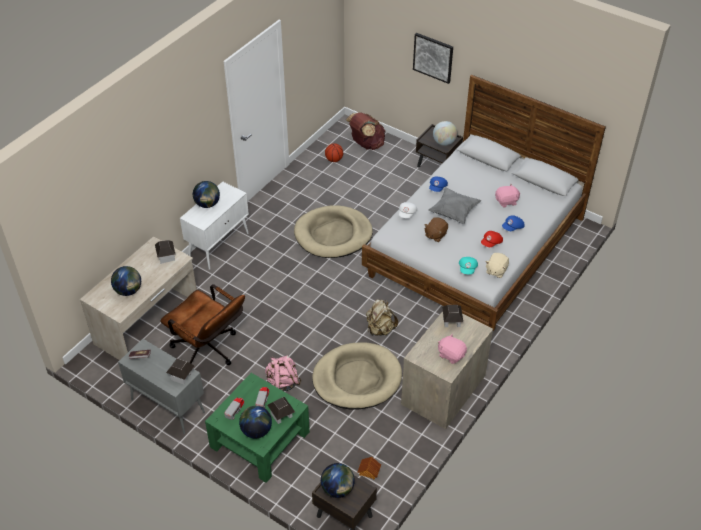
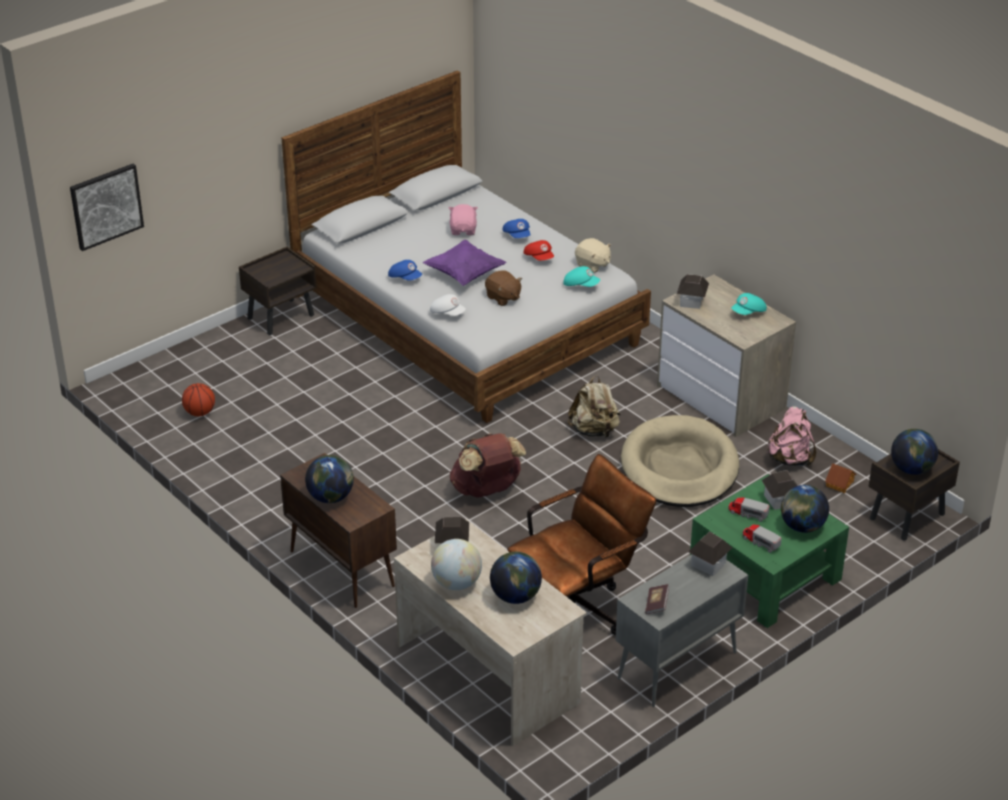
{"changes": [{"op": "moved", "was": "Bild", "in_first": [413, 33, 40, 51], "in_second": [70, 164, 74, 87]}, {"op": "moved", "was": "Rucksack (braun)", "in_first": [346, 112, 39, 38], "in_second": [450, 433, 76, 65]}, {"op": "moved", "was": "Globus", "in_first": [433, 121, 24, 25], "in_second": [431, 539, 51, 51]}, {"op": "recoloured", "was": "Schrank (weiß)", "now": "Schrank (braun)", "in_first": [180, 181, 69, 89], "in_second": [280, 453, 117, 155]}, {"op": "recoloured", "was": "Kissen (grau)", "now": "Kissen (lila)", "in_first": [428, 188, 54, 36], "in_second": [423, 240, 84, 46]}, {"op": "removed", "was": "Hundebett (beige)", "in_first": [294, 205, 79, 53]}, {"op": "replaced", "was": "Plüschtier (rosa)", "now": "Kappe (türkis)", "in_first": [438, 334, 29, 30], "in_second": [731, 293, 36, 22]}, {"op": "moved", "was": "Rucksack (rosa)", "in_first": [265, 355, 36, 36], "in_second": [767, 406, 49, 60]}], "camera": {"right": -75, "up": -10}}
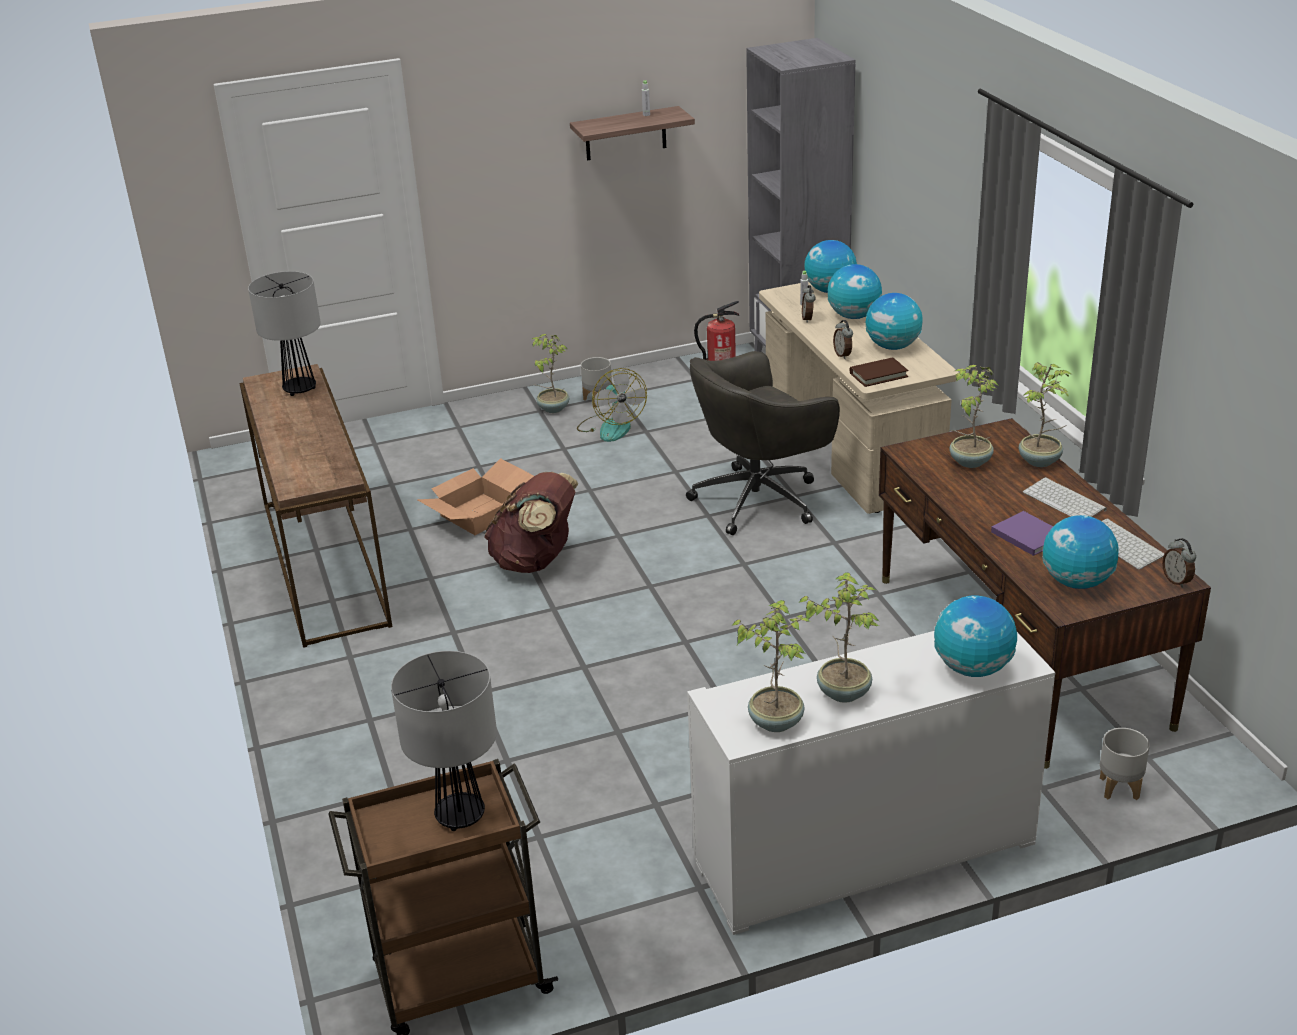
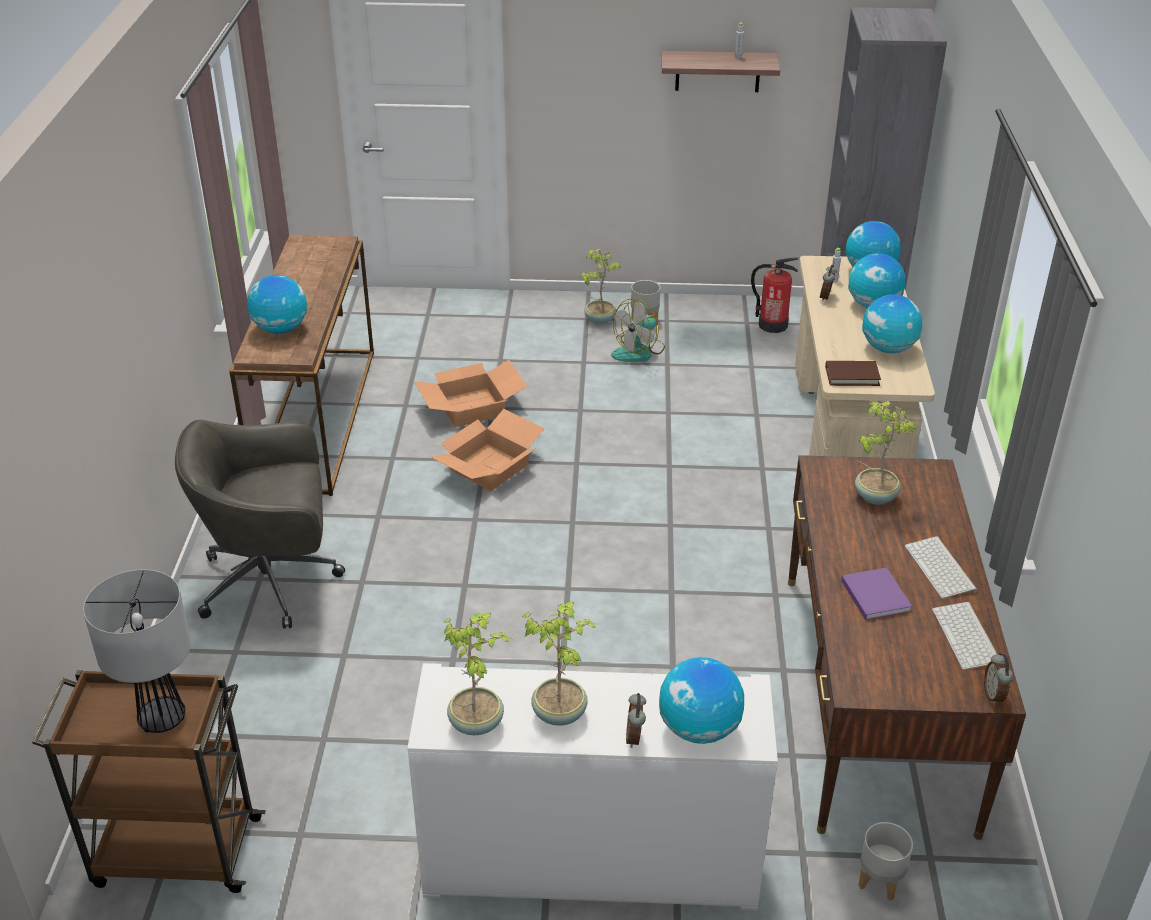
{"changes": [{"op": "removed", "was": "Tischlampe", "in_first": [248, 271, 73, 125]}, {"op": "moved", "was": "Wecker", "in_first": [833, 320, 20, 39], "in_second": [626, 693, 20, 55]}, {"op": "moved", "was": "Bürostuhl (grau)", "in_first": [686, 351, 154, 184], "in_second": [175, 420, 170, 209]}, {"op": "removed", "was": "Topfpflanze", "in_first": [1019, 362, 52, 105]}, {"op": "turned", "was": "Ventilator", "in_first": [577, 368, 70, 74], "in_second": [611, 298, 54, 64], "clockwise": 45}, {"op": "replaced", "was": "Rucksack (braun)", "now": "Karton", "in_first": [484, 472, 94, 101], "in_second": [432, 409, 112, 82]}, {"op": "moved", "was": "Globus", "in_first": [1042, 515, 77, 74], "in_second": [247, 275, 60, 59]}], "camera": {"right": 20, "up": 5}}
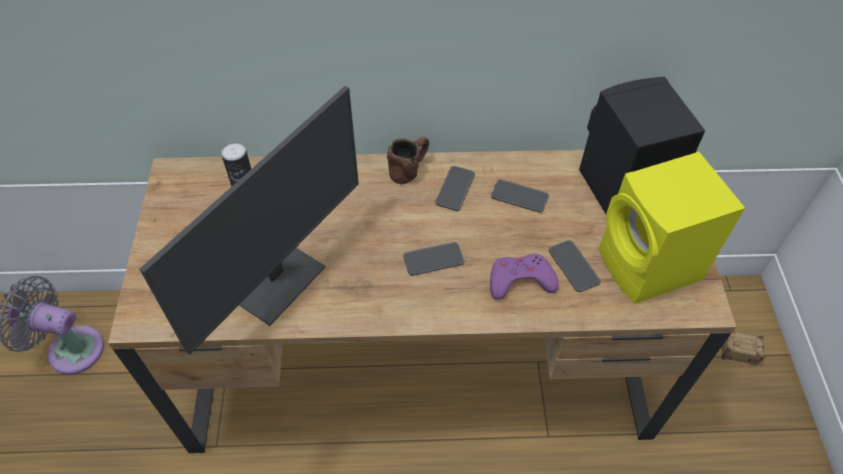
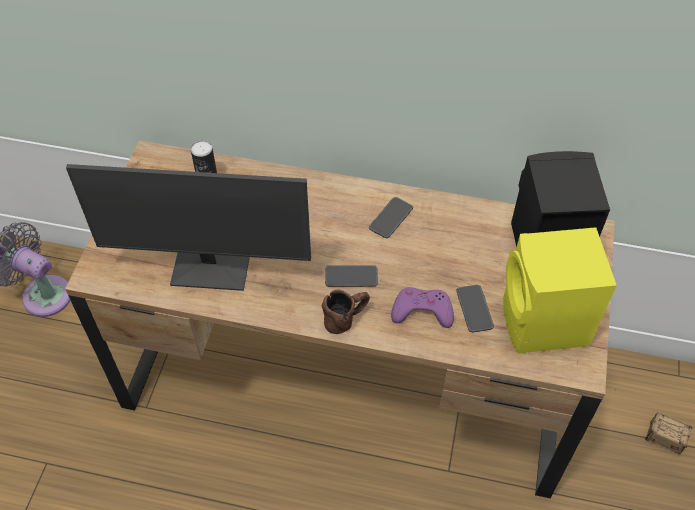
{"changes": [{"op": "turned", "was": "Monitor", "in_first": [140, 86, 219, 269], "in_second": [66, 164, 245, 127], "clockwise": 45}, {"op": "moved", "was": "Henkelbecher (braun)", "in_first": [387, 137, 42, 47], "in_second": [322, 290, 48, 44]}, {"op": "removed", "was": "Handy", "in_first": [491, 179, 58, 34]}], "camera": {"right": 15, "up": 0}}
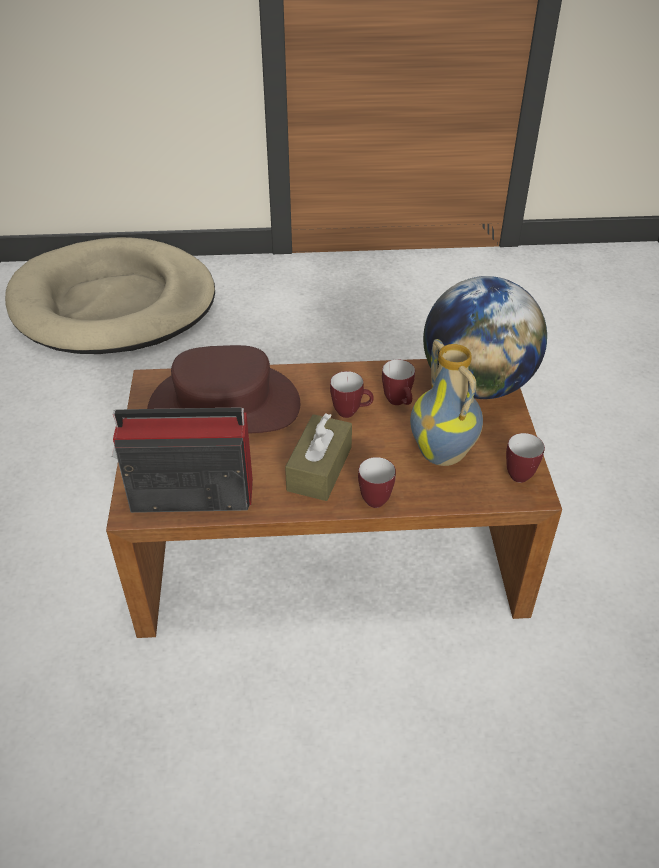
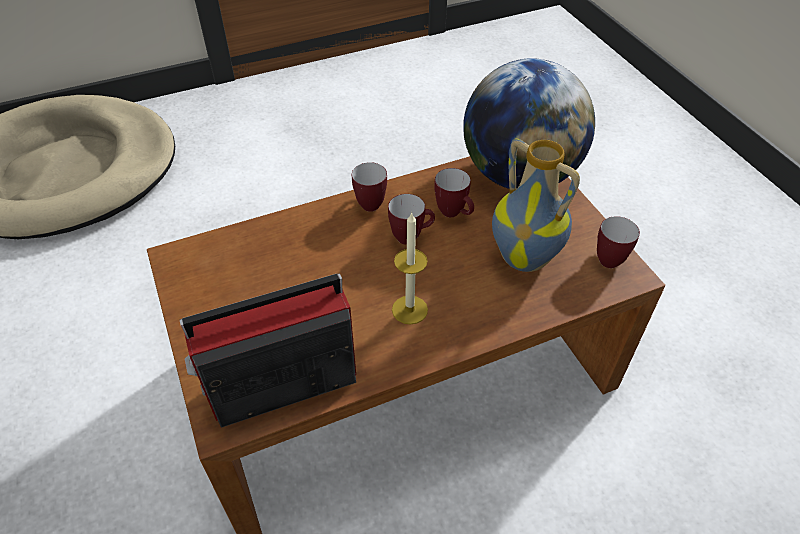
{"changes": [{"op": "removed", "was": "Hut (braun)", "in_first": [147, 345, 153, 89]}, {"op": "replaced", "was": "Taschentuchbox (braun)", "now": "Kerze", "in_first": [285, 413, 67, 88], "in_second": [392, 212, 36, 113]}, {"op": "moved", "was": "Henkelbecher", "in_first": [358, 457, 38, 51], "in_second": [352, 162, 35, 50]}], "camera": {"right": -20, "up": 5}}
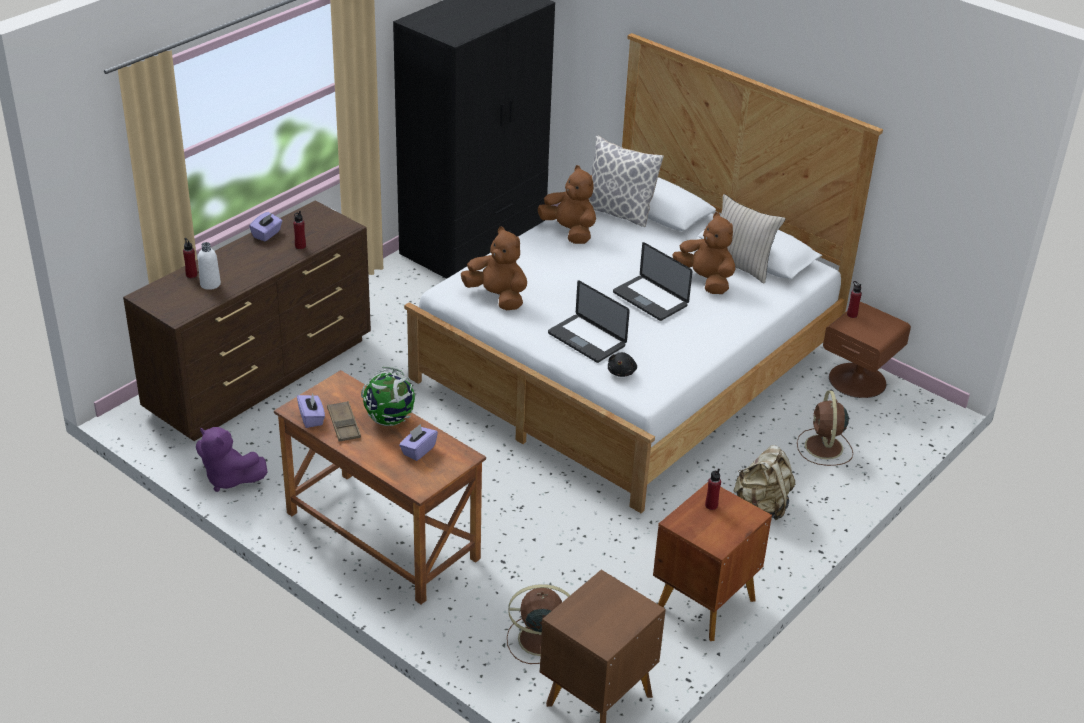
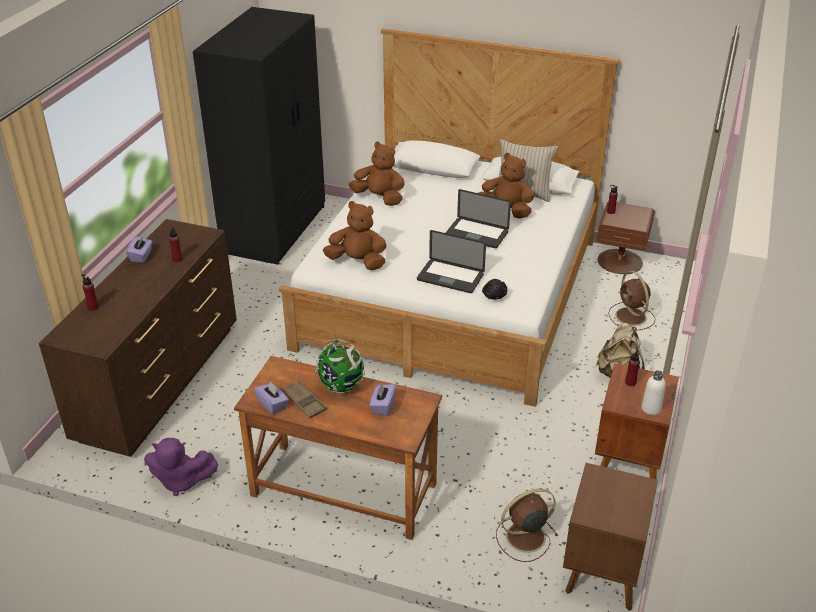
{"changes": [{"op": "removed", "was": "Kissen", "in_first": [589, 136, 75, 91]}, {"op": "moved", "was": "Flasche (weiß)", "in_first": [198, 242, 23, 48], "in_second": [641, 371, 25, 44]}], "camera": {"right": -20, "up": 0}}
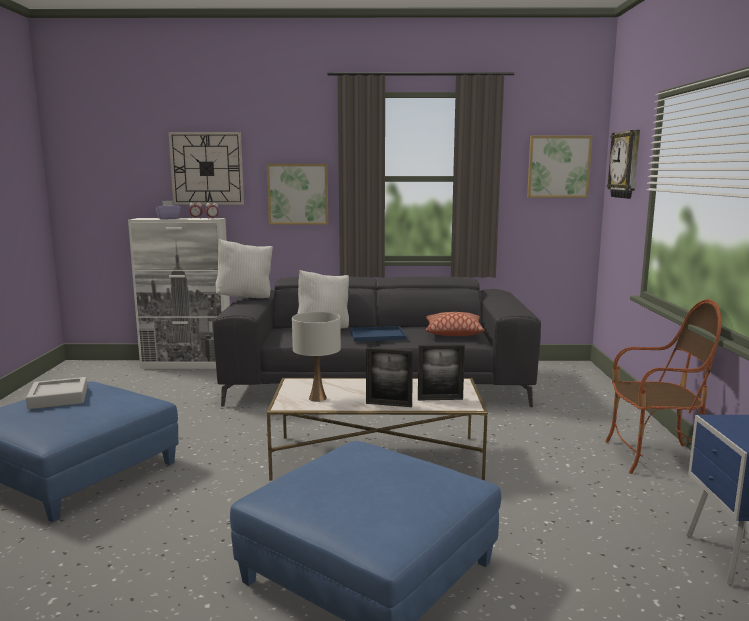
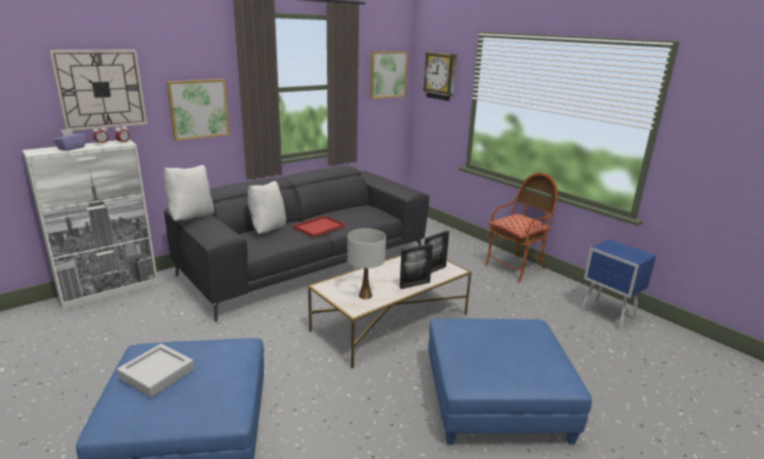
{"changes": [{"op": "moved", "was": "Kissen", "in_first": [426, 312, 59, 24], "in_second": [488, 214, 64, 25]}, {"op": "recoloured", "was": "Tablett (blau)", "now": "Tablett (rot)", "in_first": [350, 326, 57, 15], "in_second": [293, 216, 52, 22]}], "camera": {"right": -40, "up": 10}}
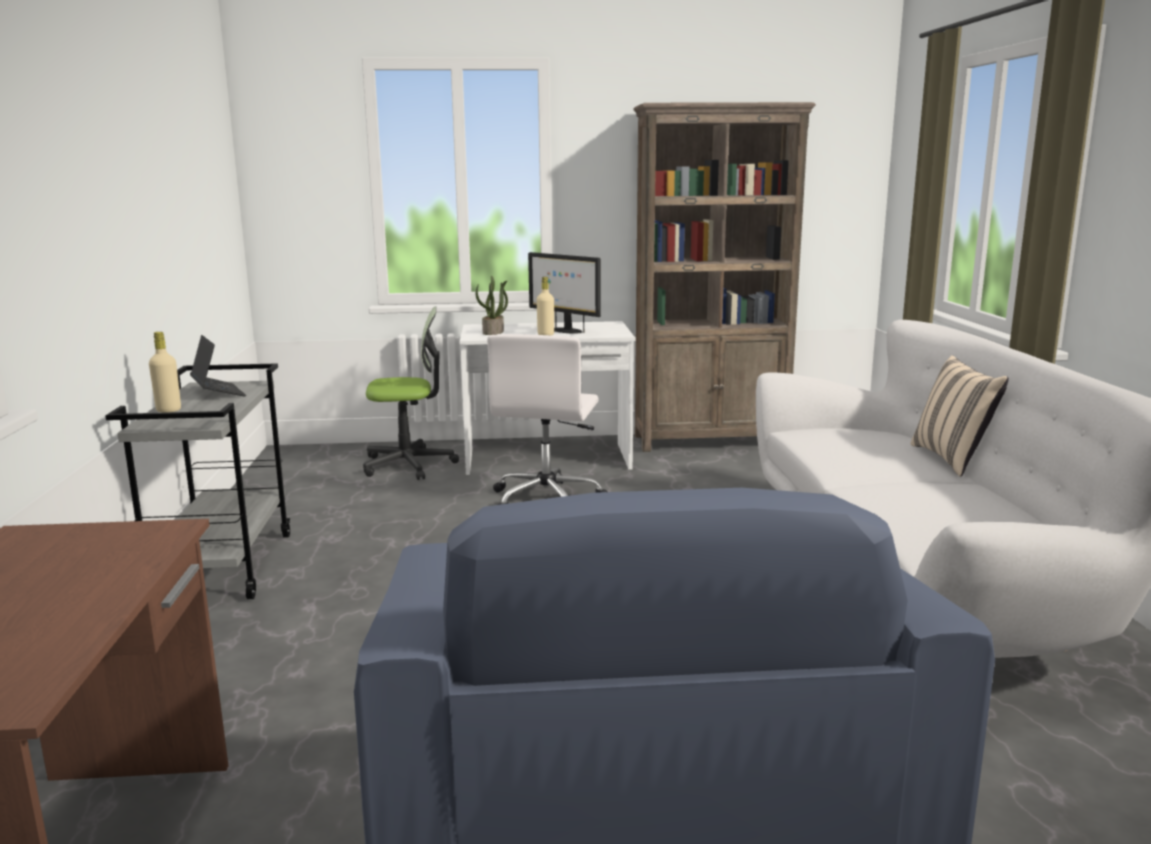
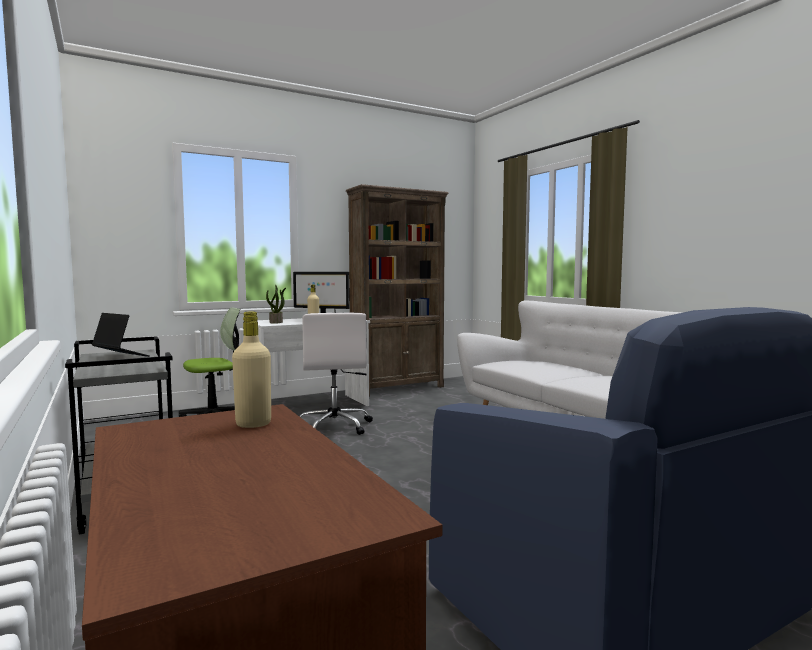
{"changes": [{"op": "moved", "was": "Flasche (beige)", "in_first": [149, 332, 32, 81], "in_second": [232, 312, 39, 116]}, {"op": "removed", "was": "Kissen (beige)", "in_first": [911, 355, 98, 122]}], "camera": {"right": -25, "up": -10}}
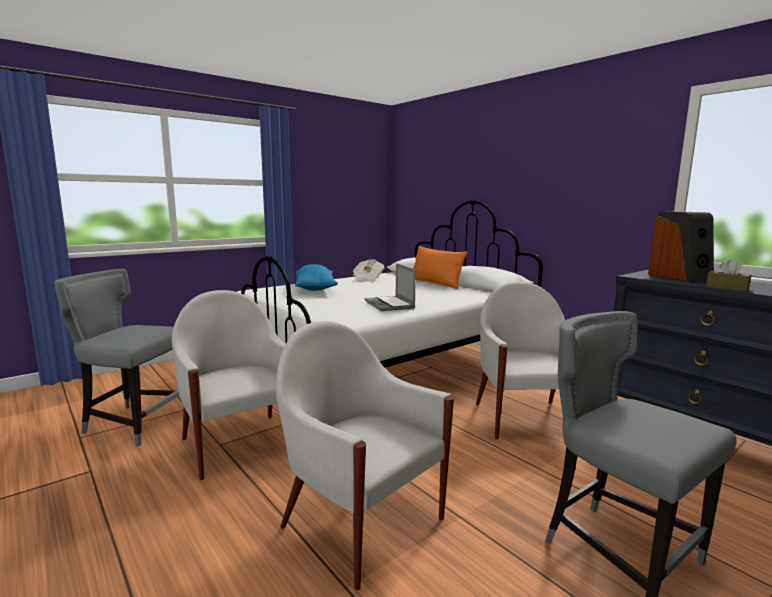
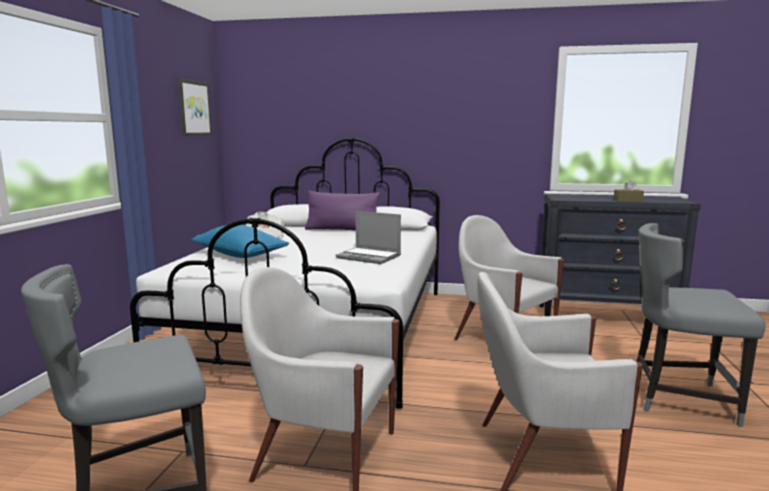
{"changes": [{"op": "removed", "was": "Lautsprecher", "in_first": [648, 211, 66, 72]}, {"op": "recoloured", "was": "Kissen (orange)", "now": "Kissen (lila)", "in_first": [413, 246, 54, 43], "in_second": [305, 191, 75, 40]}, {"op": "added", "now": "Bild", "in_second": [178, 79, 34, 57]}], "camera": {"right": -40, "up": 0}}
